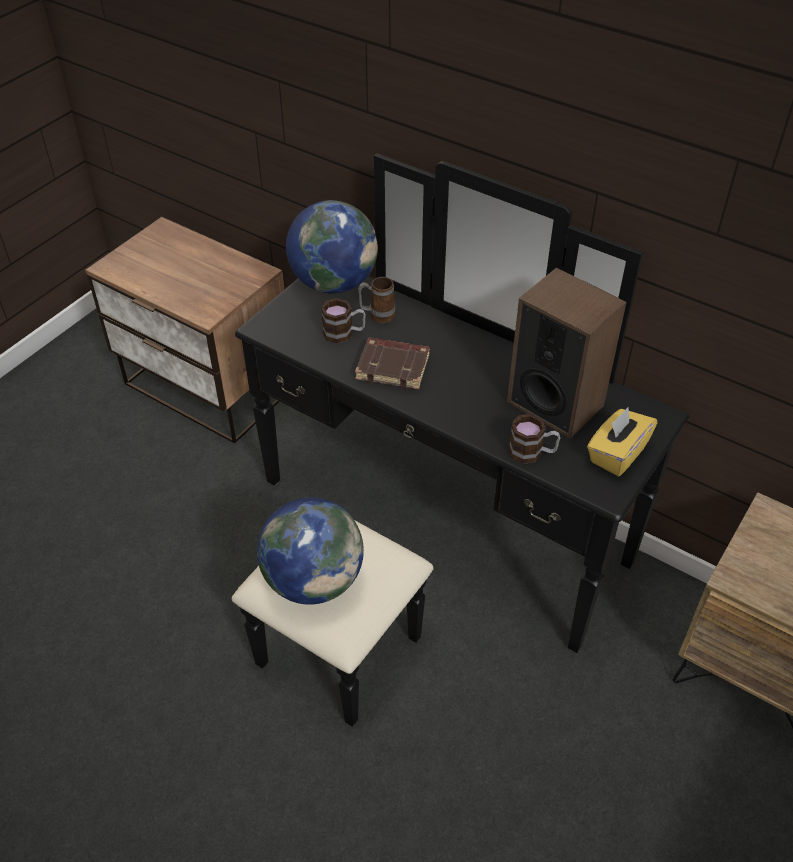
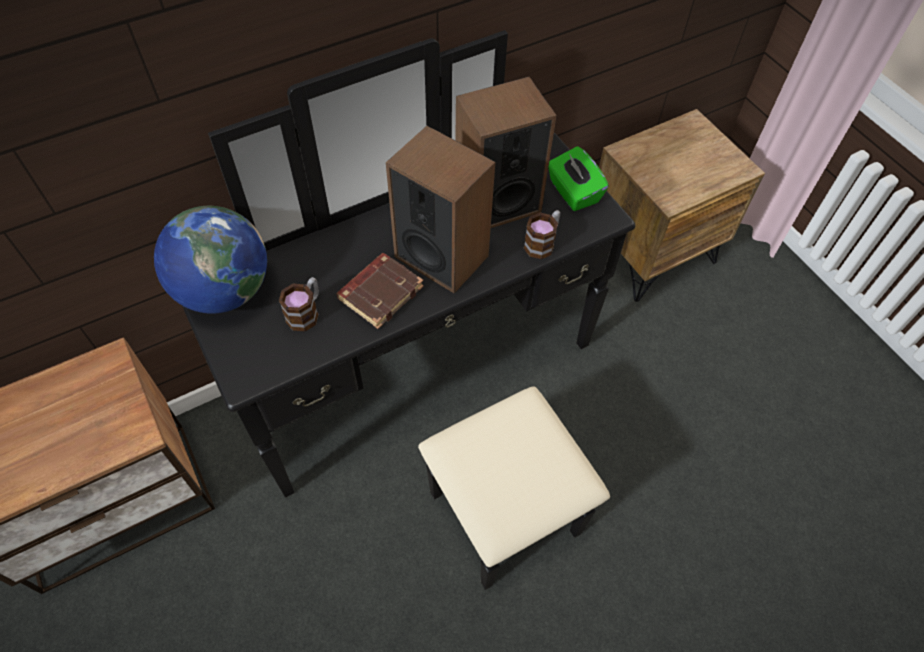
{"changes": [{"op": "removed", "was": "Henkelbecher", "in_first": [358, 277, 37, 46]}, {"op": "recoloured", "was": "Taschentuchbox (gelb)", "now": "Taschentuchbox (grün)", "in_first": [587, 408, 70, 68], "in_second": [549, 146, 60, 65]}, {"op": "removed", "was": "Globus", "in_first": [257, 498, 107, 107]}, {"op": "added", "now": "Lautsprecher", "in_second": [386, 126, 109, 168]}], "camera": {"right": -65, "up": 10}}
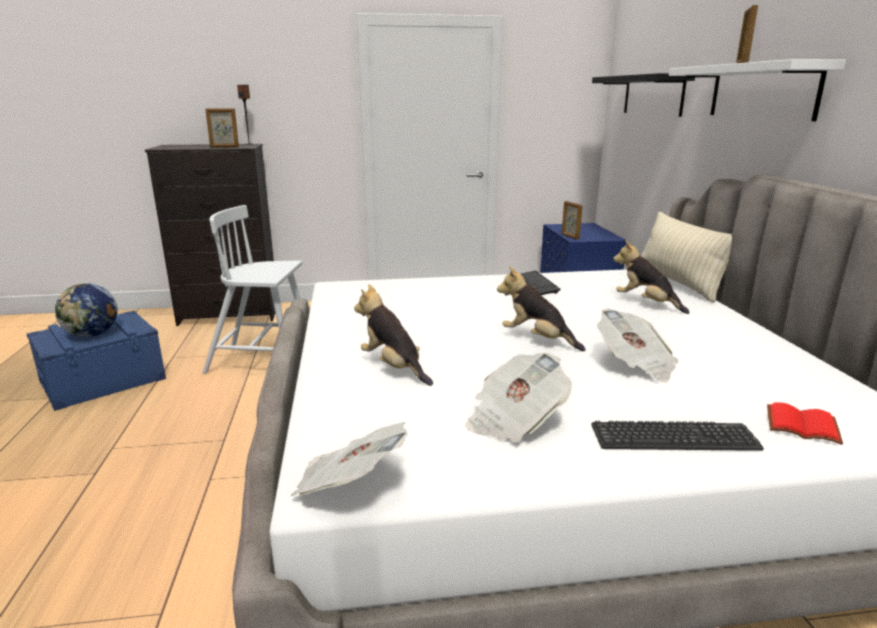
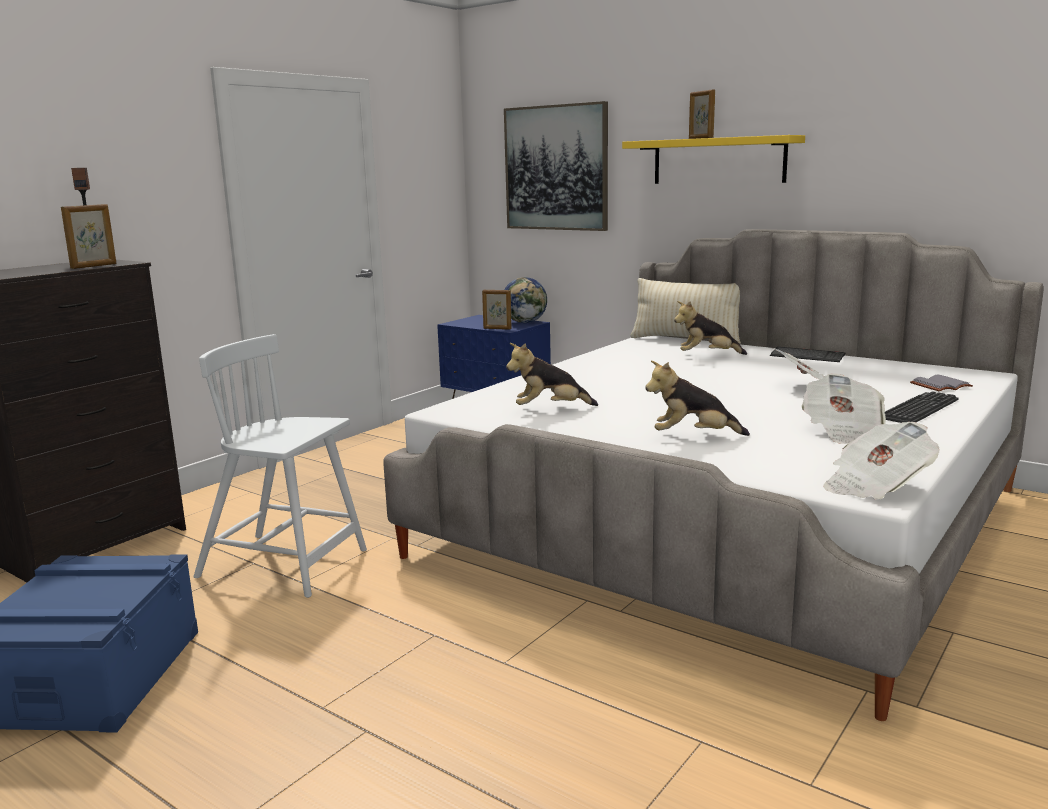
{"changes": [{"op": "recoloured", "was": "Wandregal (weiß)", "now": "Wandregal (gelb)", "in_first": [669, 59, 177, 62], "in_second": [622, 135, 183, 49]}, {"op": "replaced", "was": "Wandregal (schwarz)", "now": "Bild", "in_first": [592, 73, 103, 44], "in_second": [504, 101, 104, 130]}, {"op": "turned", "was": "Stuhl (weiß)", "in_first": [203, 205, 99, 169], "in_second": [193, 334, 174, 264], "clockwise": 60}, {"op": "moved", "was": "Plüschtier", "in_first": [497, 266, 89, 85], "in_second": [506, 343, 92, 63]}, {"op": "moved", "was": "Tastatur", "in_first": [521, 271, 40, 24], "in_second": [770, 347, 75, 15]}, {"op": "moved", "was": "Globus", "in_first": [55, 283, 63, 54], "in_second": [504, 277, 43, 46]}, {"op": "recoloured", "was": "Buch (rot)", "now": "Buch (grau)", "in_first": [767, 403, 76, 42], "in_second": [910, 375, 63, 16]}], "camera": {"right": -45, "up": -5}}
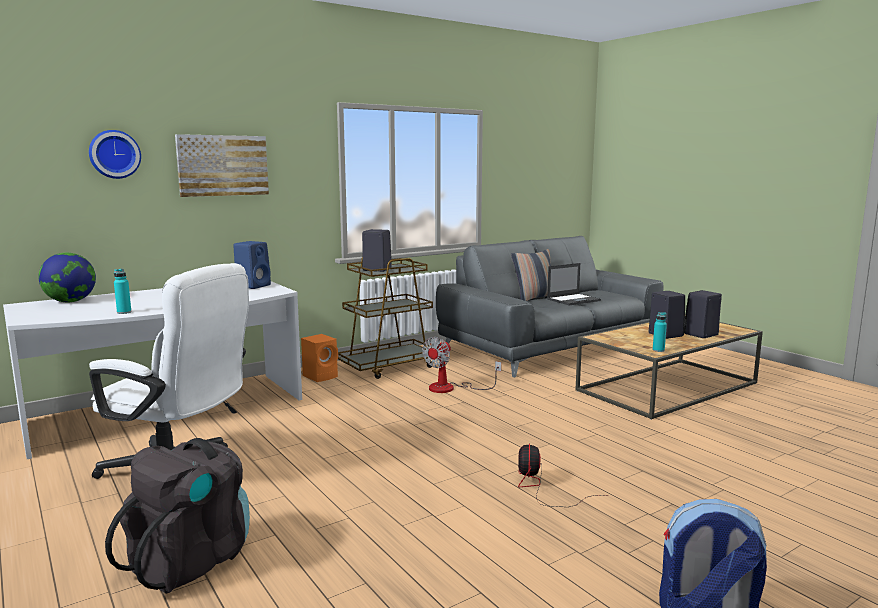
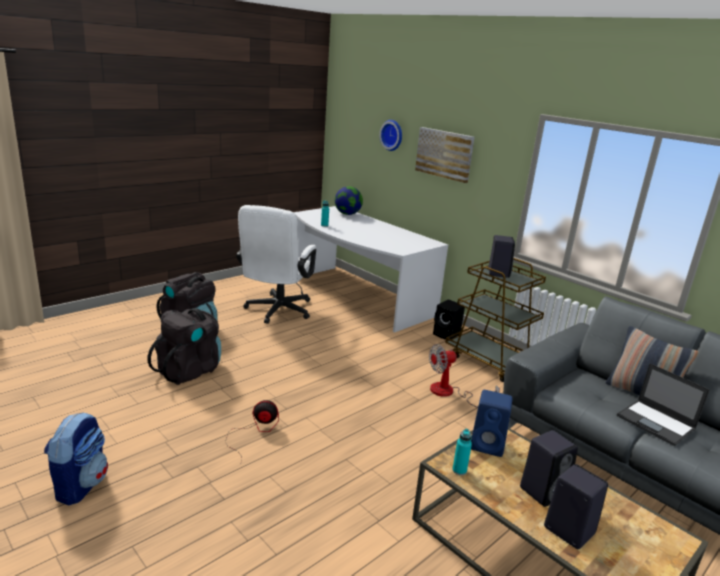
{"changes": [{"op": "moved", "was": "Lautsprecher (blau)", "in_first": [233, 241, 38, 48], "in_second": [471, 390, 41, 67]}, {"op": "recoloured", "was": "Lautsprecher (orange)", "now": "Lautsprecher (schwarz)", "in_first": [301, 334, 37, 48], "in_second": [433, 299, 32, 41]}, {"op": "turned", "was": "Ventilator", "in_first": [422, 337, 79, 56], "in_second": [429, 344, 71, 64], "clockwise": -45}, {"op": "added", "now": "Rucksack (schwarz)", "in_second": [148, 308, 73, 77]}], "camera": {"right": 80, "up": 10}}
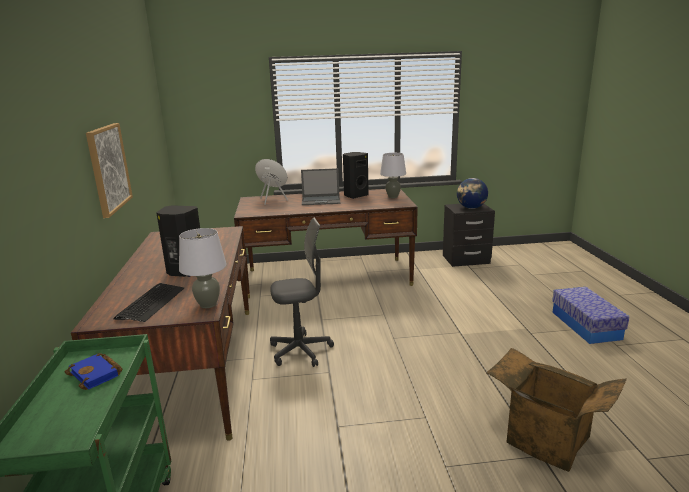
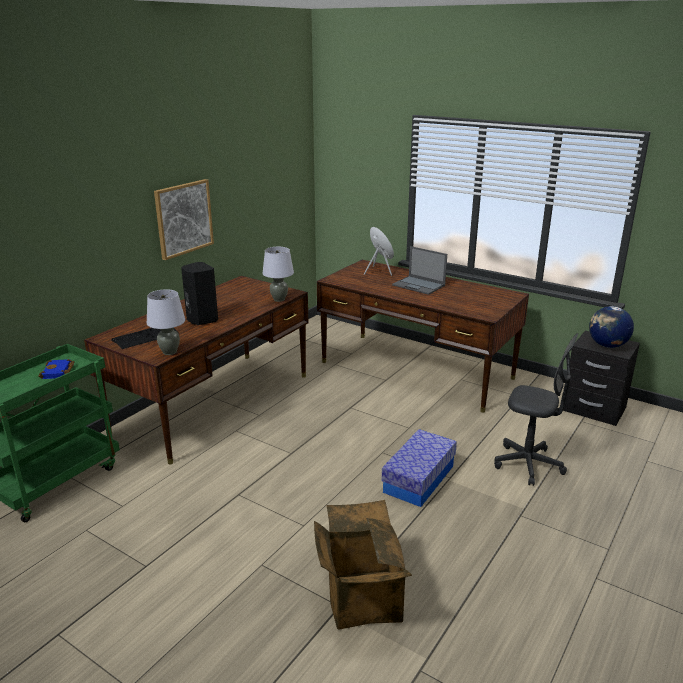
{"changes": [{"op": "removed", "was": "Lautsprecher (schwarz)", "in_first": [343, 152, 26, 47]}, {"op": "moved", "was": "Tischlampe (grau)", "in_first": [380, 153, 26, 45], "in_second": [262, 247, 32, 55]}, {"op": "moved", "was": "Bürostuhl (grau)", "in_first": [270, 217, 64, 150], "in_second": [494, 333, 84, 153]}, {"op": "moved", "was": "Aufbewahrungsbox", "in_first": [552, 287, 77, 57], "in_second": [381, 429, 76, 78]}], "camera": {"right": 40, "up": 5}}
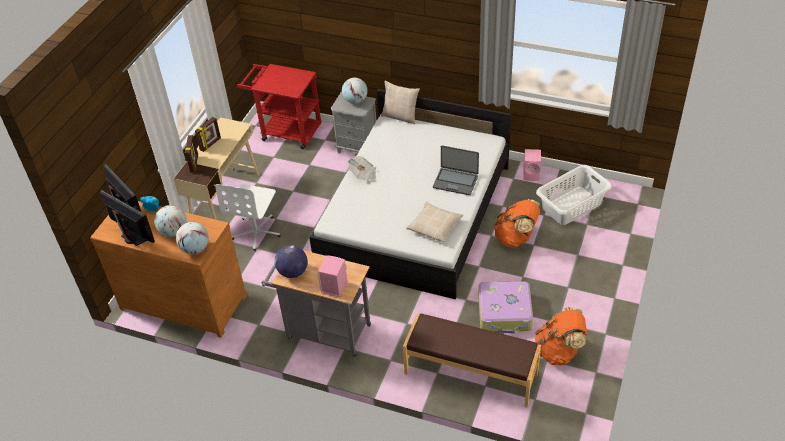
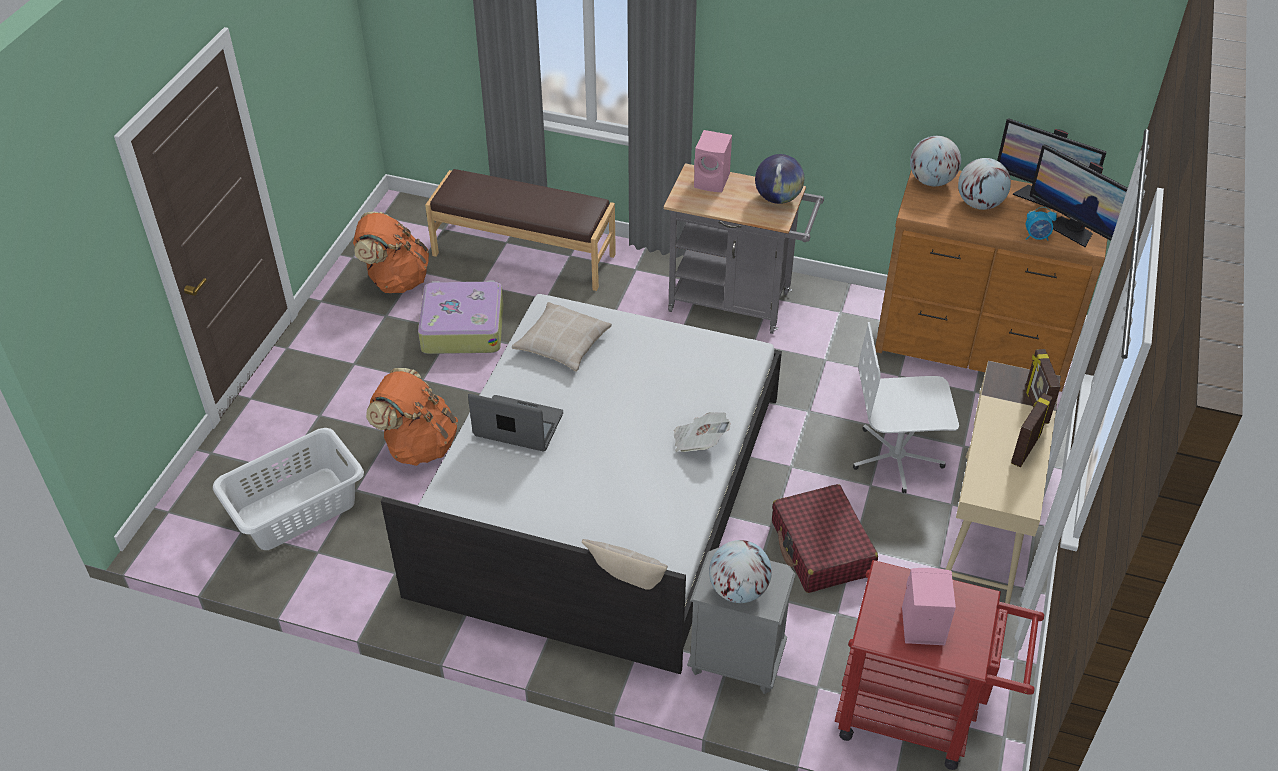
{"changes": [{"op": "moved", "was": "Lautsprecher (rosa)", "in_first": [523, 149, 18, 32], "in_second": [902, 568, 54, 77]}, {"op": "turned", "was": "Bürostuhl (weiß)", "in_first": [216, 184, 65, 67], "in_second": [853, 322, 106, 171], "clockwise": -105}, {"op": "added", "now": "Koffer (rot)", "in_second": [772, 484, 106, 109]}], "camera": {"right": 175, "up": 0}}
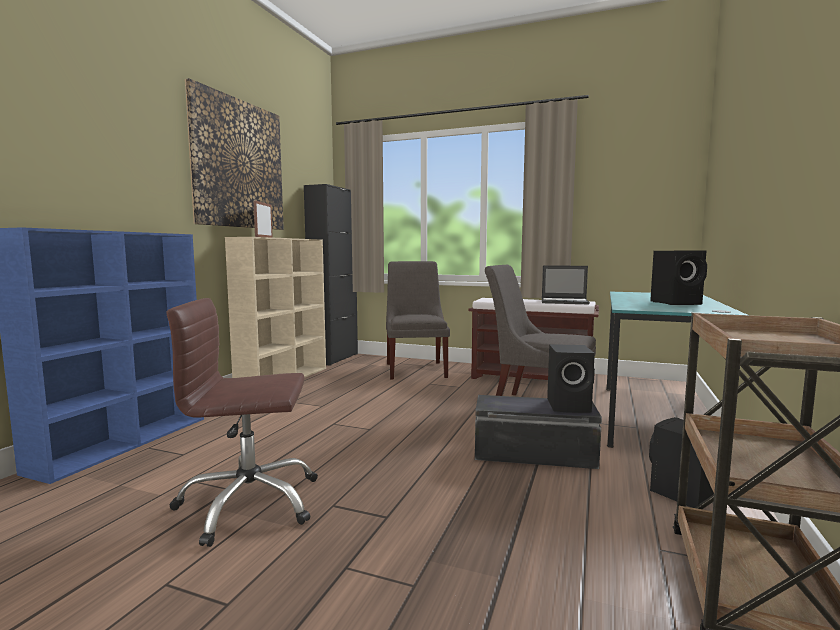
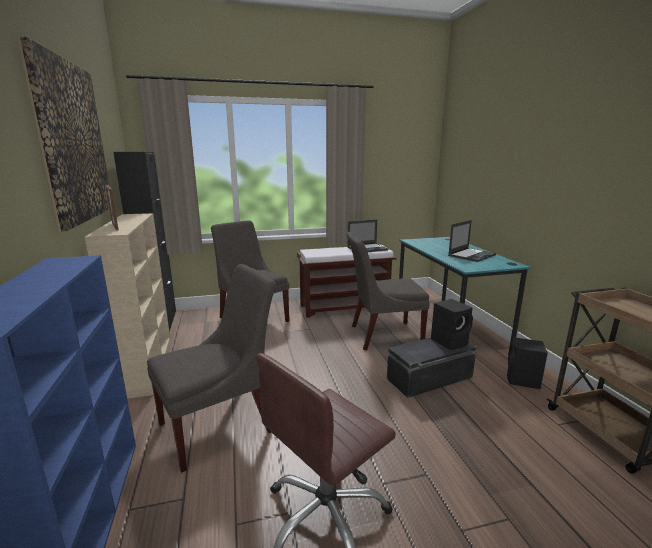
{"changes": [{"op": "replaced", "was": "Lautsprecher (schwarz)", "now": "Laptop", "in_first": [650, 251, 57, 54], "in_second": [448, 220, 48, 42]}, {"op": "added", "now": "Stuhl (grau)", "in_second": [147, 264, 129, 209]}], "camera": {"right": -35, "up": 10}}
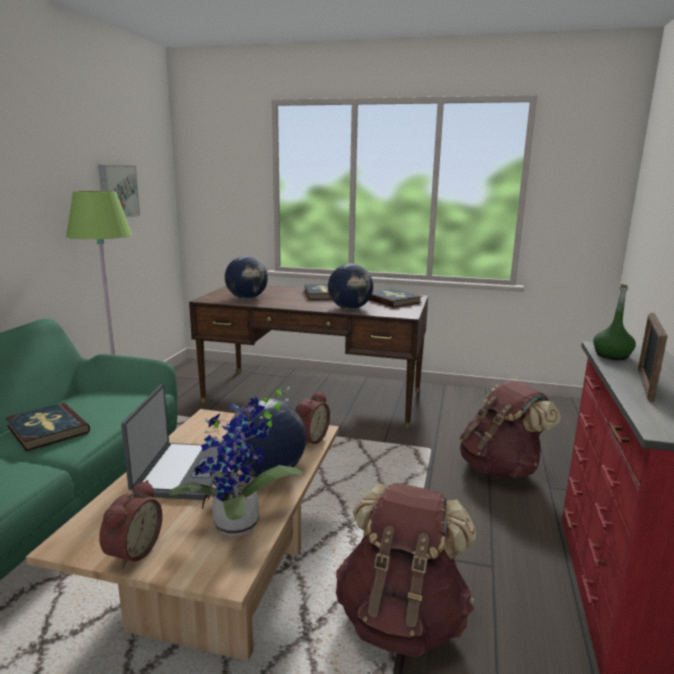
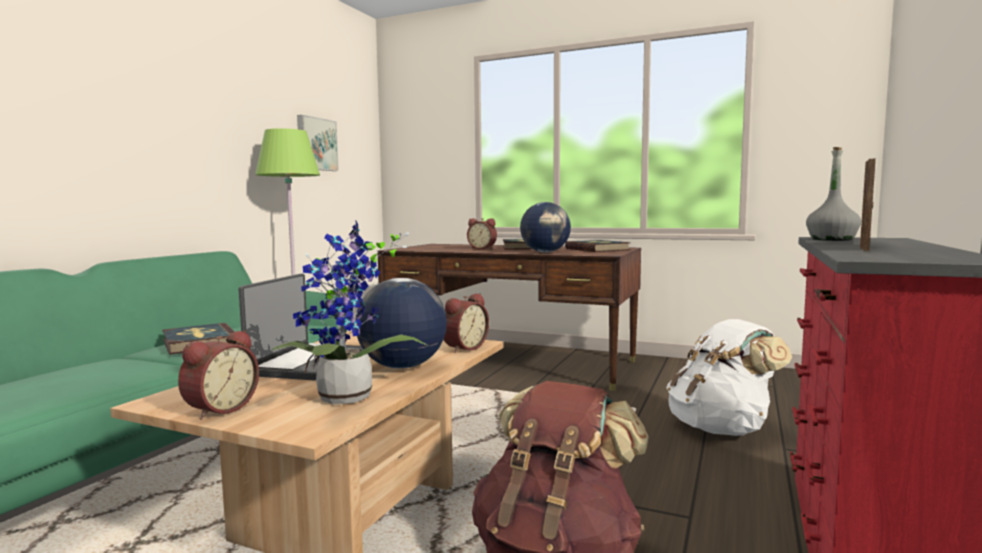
{"changes": [{"op": "removed", "was": "Globus", "in_first": [225, 256, 43, 43]}, {"op": "recoloured", "was": "Flasche (grün)", "now": "Flasche (grau)", "in_first": [593, 284, 43, 76], "in_second": [806, 147, 55, 94]}, {"op": "recoloured", "was": "Rucksack (braun)", "now": "Rucksack (weiß)", "in_first": [460, 381, 101, 97], "in_second": [666, 319, 126, 117]}, {"op": "added", "now": "Wecker", "in_second": [467, 218, 30, 31]}], "camera": {"right": 10, "up": -10}}
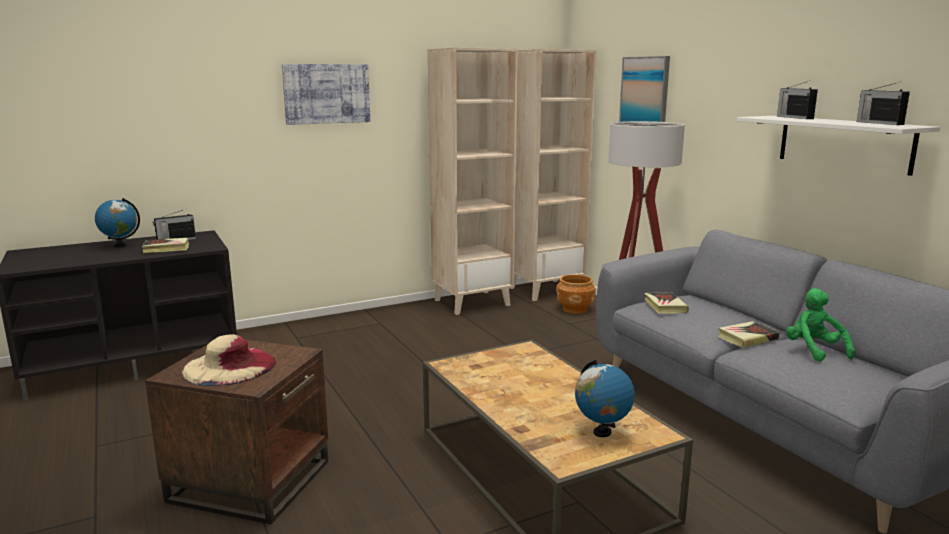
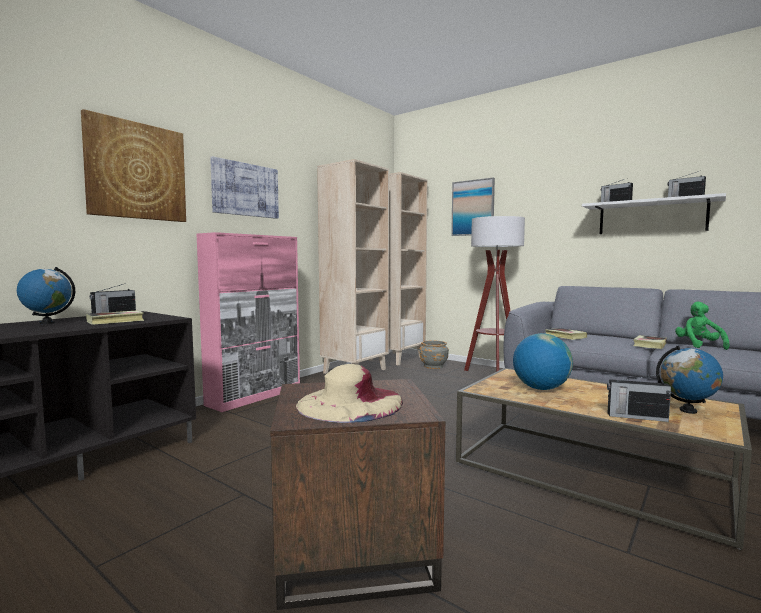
{"changes": [{"op": "recoloured", "was": "Pflanzkübel (braun)", "now": "Pflanzkübel (grau)", "in_first": [556, 274, 40, 40], "in_second": [419, 340, 30, 29]}, {"op": "turned", "was": "Plüschtier (grün)", "in_first": [786, 288, 69, 74], "in_second": [675, 301, 55, 49], "clockwise": 45}, {"op": "added", "now": "Bild", "in_second": [81, 109, 105, 113]}, {"op": "added", "now": "Schrank (rosa)", "in_second": [196, 232, 104, 180]}, {"op": "added", "now": "Globus", "in_second": [513, 333, 60, 57]}, {"op": "added", "now": "Radio", "in_second": [607, 374, 64, 48]}], "camera": {"right": -25, "up": -10}}
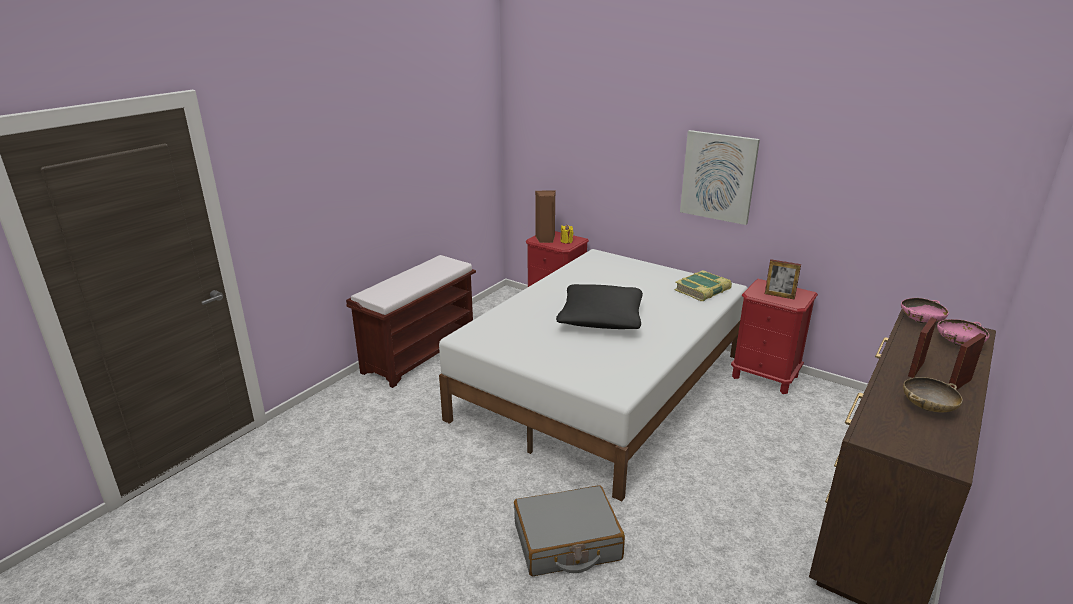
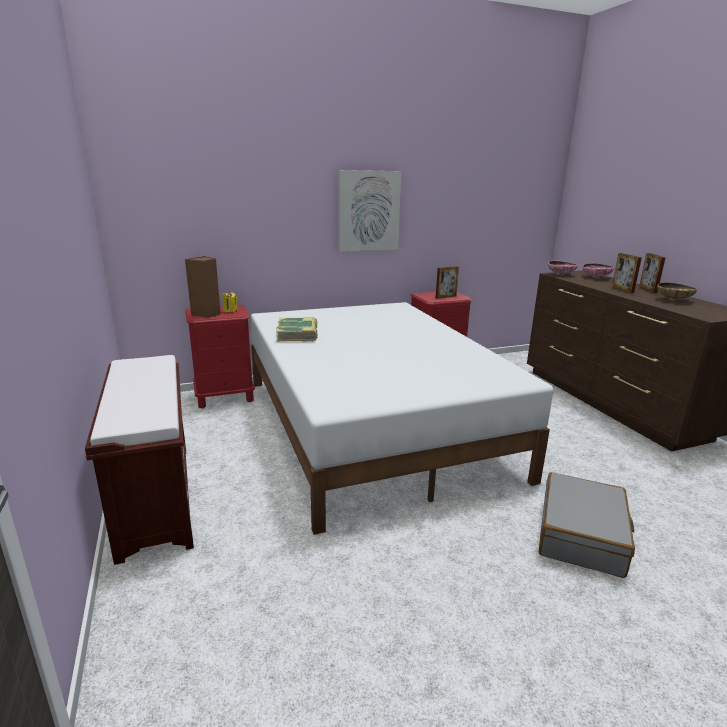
{"changes": [{"op": "moved", "was": "Buch", "in_first": [675, 270, 57, 31], "in_second": [276, 317, 42, 24]}, {"op": "removed", "was": "Kissen (schwarz)", "in_first": [556, 284, 87, 45]}], "camera": {"right": -55, "up": -5}}
